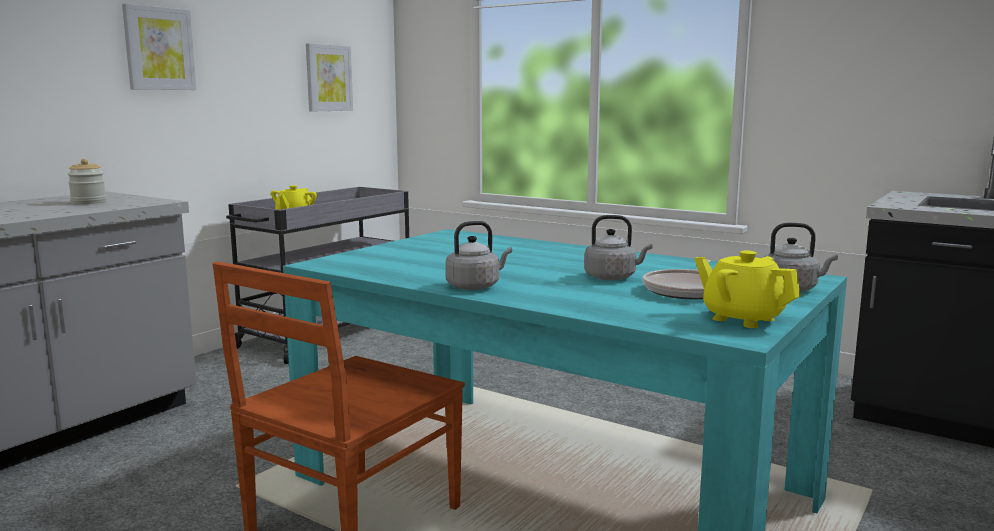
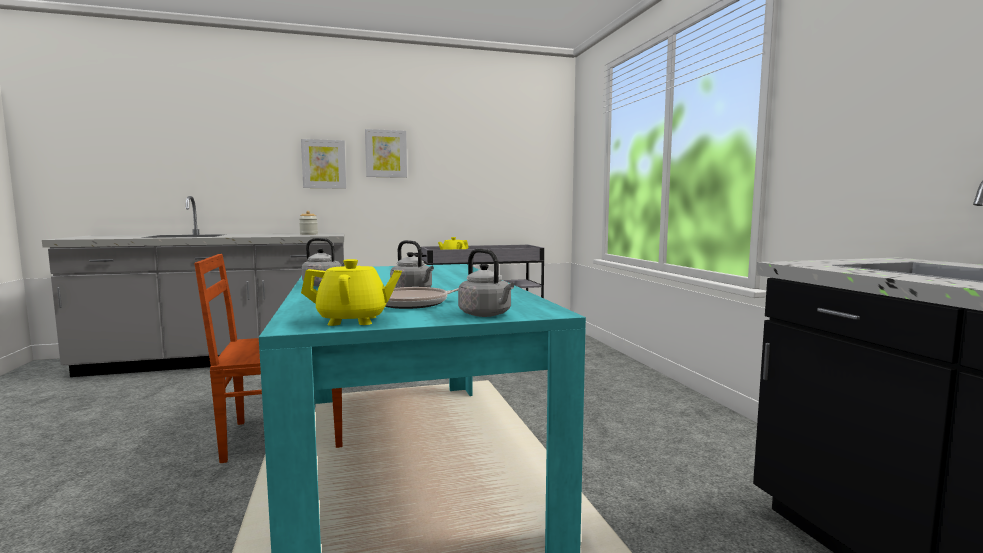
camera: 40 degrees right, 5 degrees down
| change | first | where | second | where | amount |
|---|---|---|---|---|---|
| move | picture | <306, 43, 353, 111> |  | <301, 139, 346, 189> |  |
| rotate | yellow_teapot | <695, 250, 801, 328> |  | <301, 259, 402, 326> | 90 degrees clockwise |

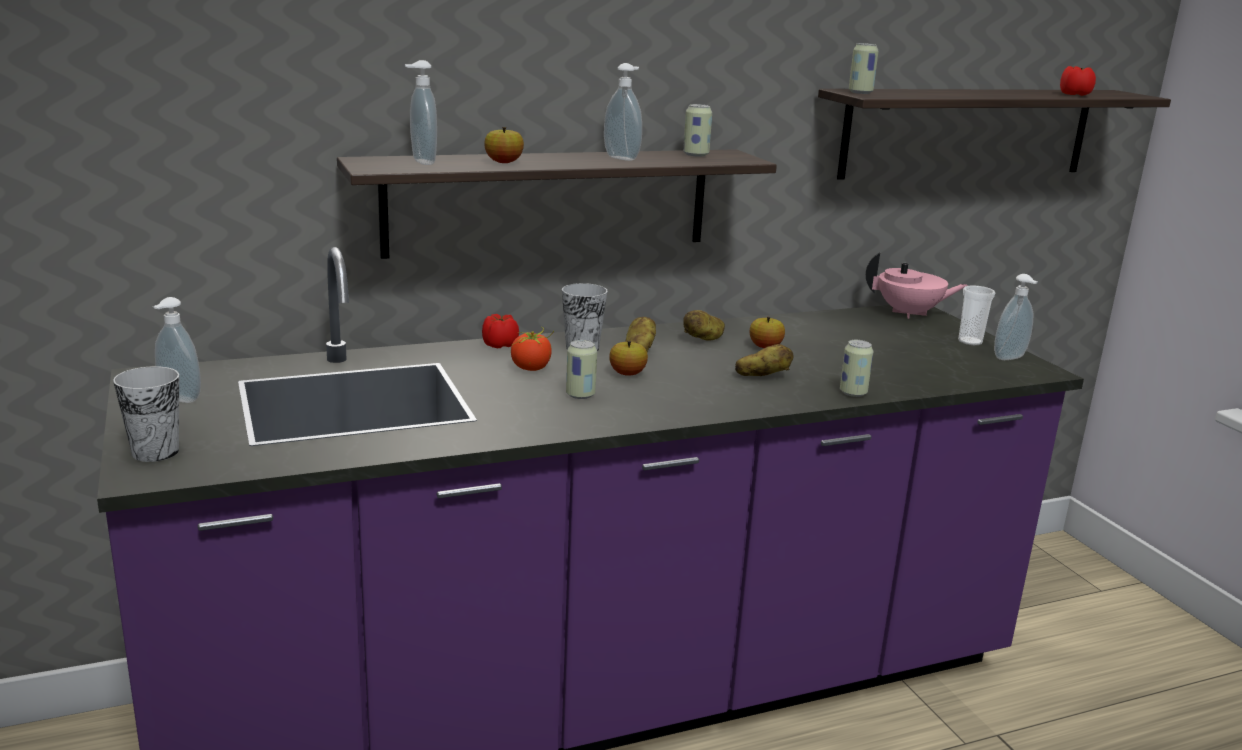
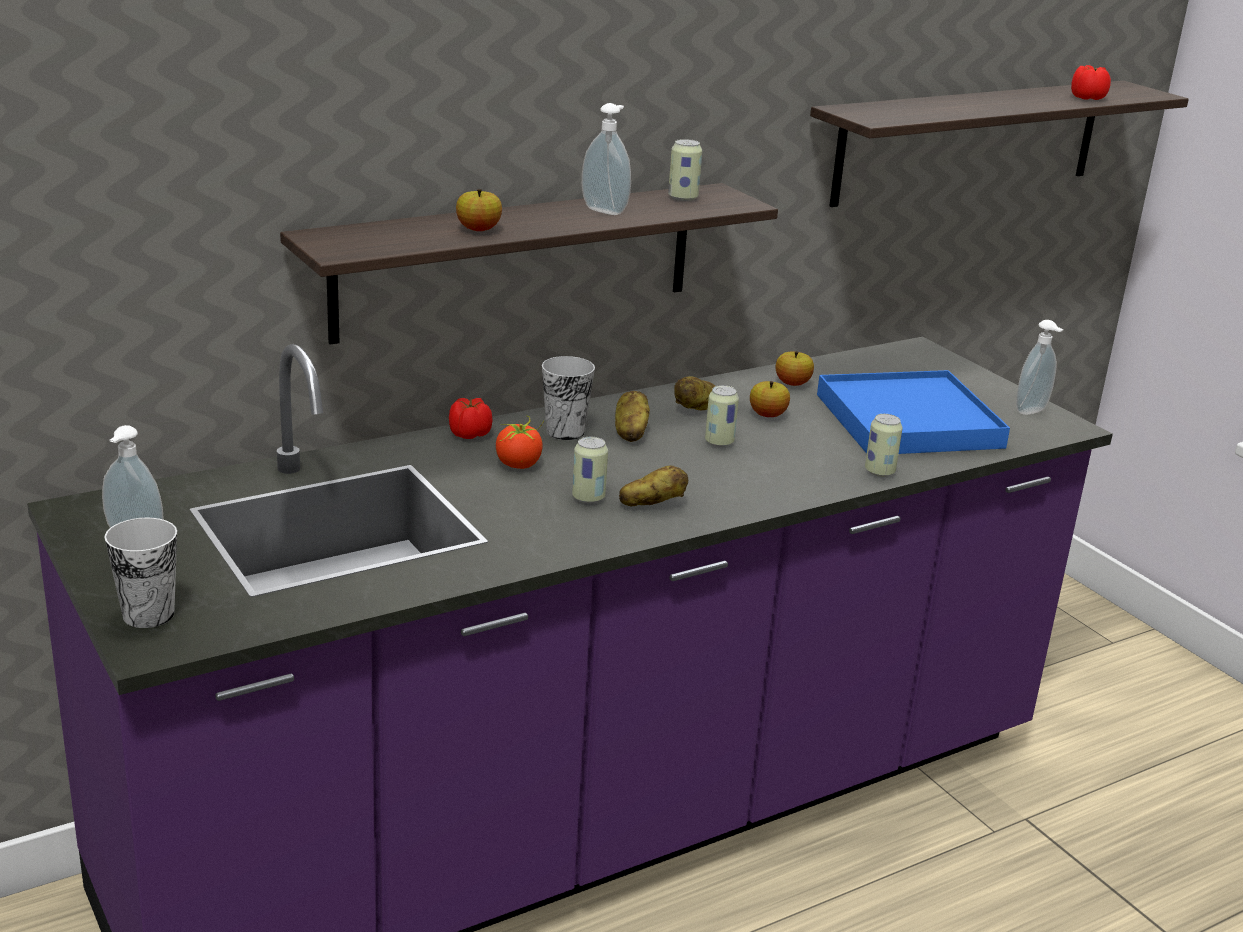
camera: 10 degrees left, 5 degrees up
| change | first | where | second | where | amount |
|---|---|---|---|---|---|
| delete | soap_dispenser | <404, 60, 437, 165> |  |  |  |
| move | apple | <609, 341, 648, 376> |  | <776, 351, 814, 386> |  |
| move | potato | <735, 344, 793, 376> |  | <619, 466, 688, 506> |  |
| move | can | <849, 43, 879, 94> |  | <705, 385, 739, 447> |  |
| delete | pink_teapot | <866, 253, 968, 319> |  |  |  |
| delete | cup | <958, 285, 995, 345> |  |  |  |
| insert |  |  | blue_tray | <817, 370, 1010, 454> |  |

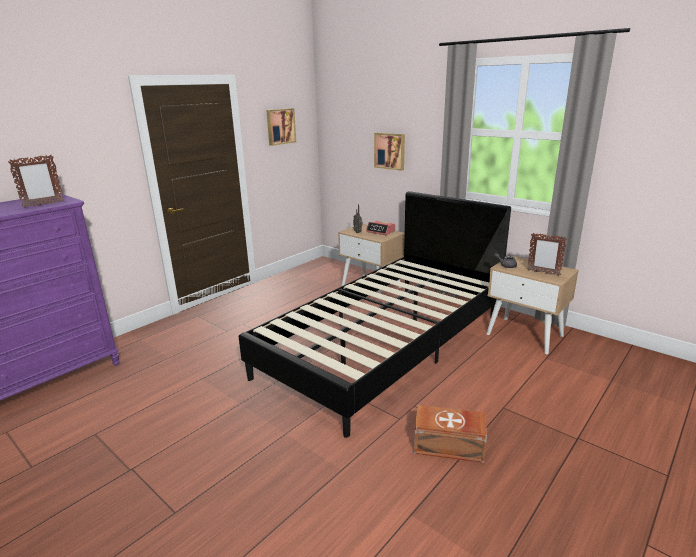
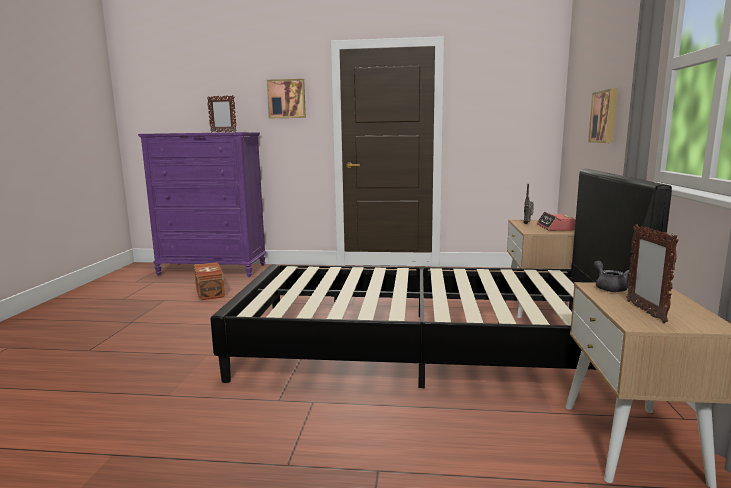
camera: 55 degrees right, 10 degrees down
| change | first | where | second | where | amount |
|---|---|---|---|---|---|
| move | picture | <266, 108, 296, 146> |  | <267, 79, 306, 118> |  |
| move | brown_storage_box | <414, 405, 487, 463> |  | <194, 262, 225, 301> |  |

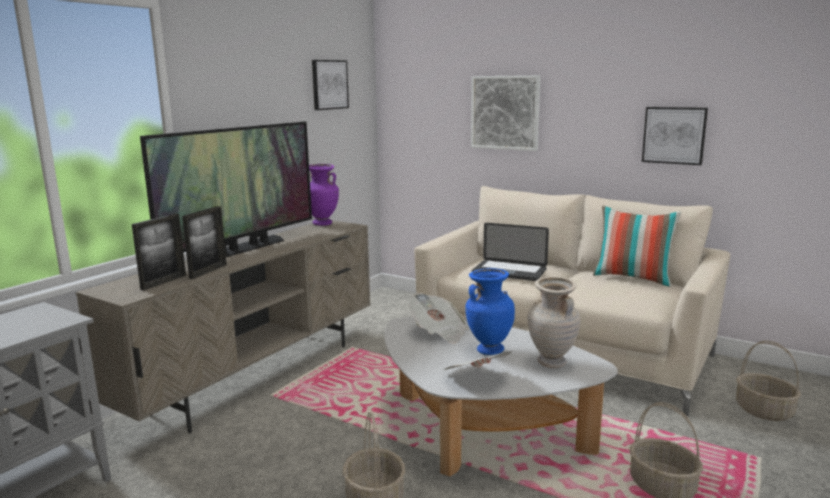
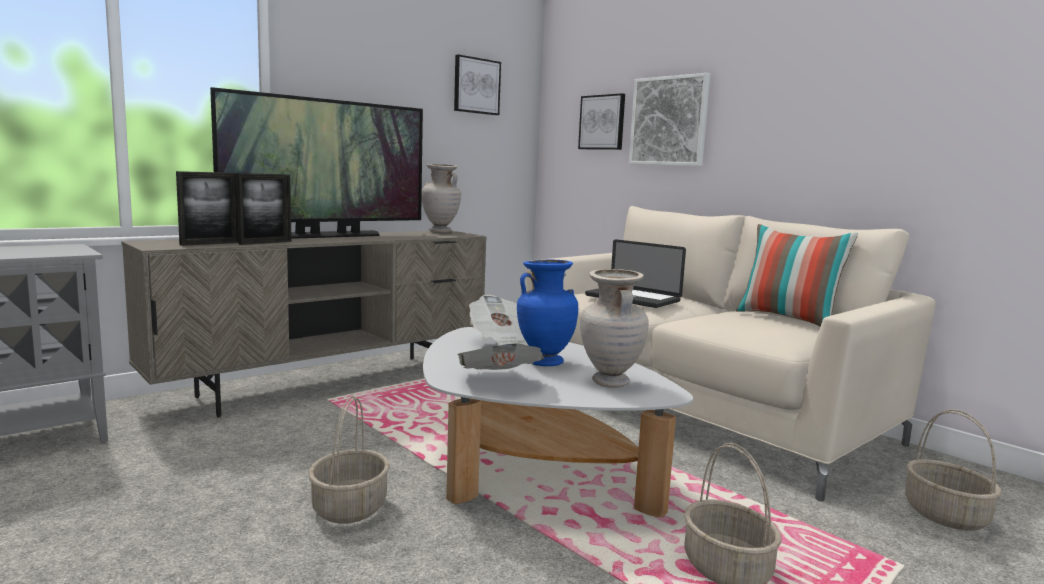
camera: 15 degrees right, 5 degrees down
| change | first | where | second | where | amount |
|---|---|---|---|---|---|
| recolor | purple_vase | <309, 164, 339, 226> | beige_vase | <421, 164, 461, 233> |  |
| move | picture | <642, 107, 708, 165> |  | <578, 93, 625, 150> |  |

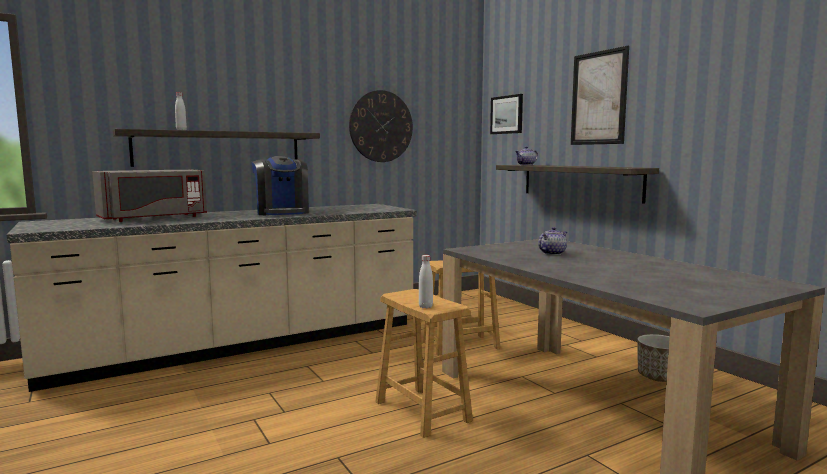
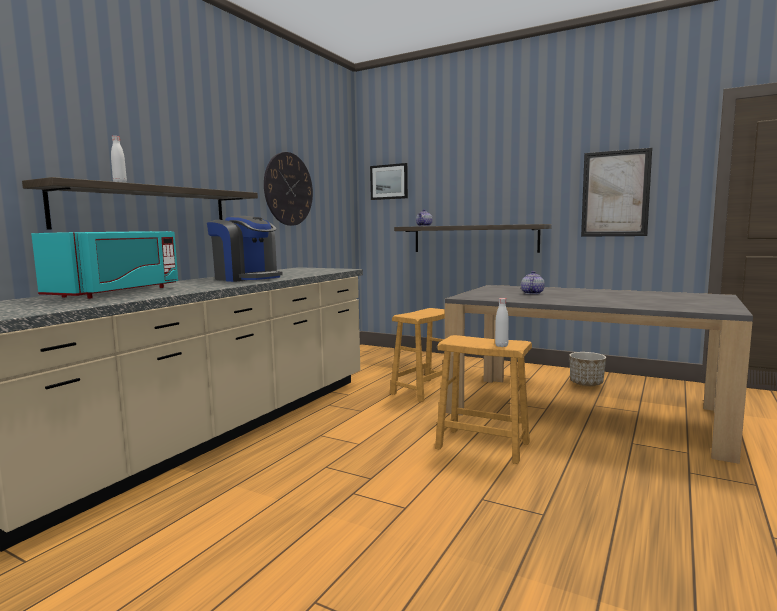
camera: 30 degrees left, 0 degrees up
| change | first | where | second | where | amount |
|---|---|---|---|---|---|
| recolor | grey_microwave | <92, 170, 207, 222> | turquoise_microwave | <31, 231, 178, 299> |  |
| move | picture | <571, 46, 629, 145> |  | <581, 148, 652, 237> |  |

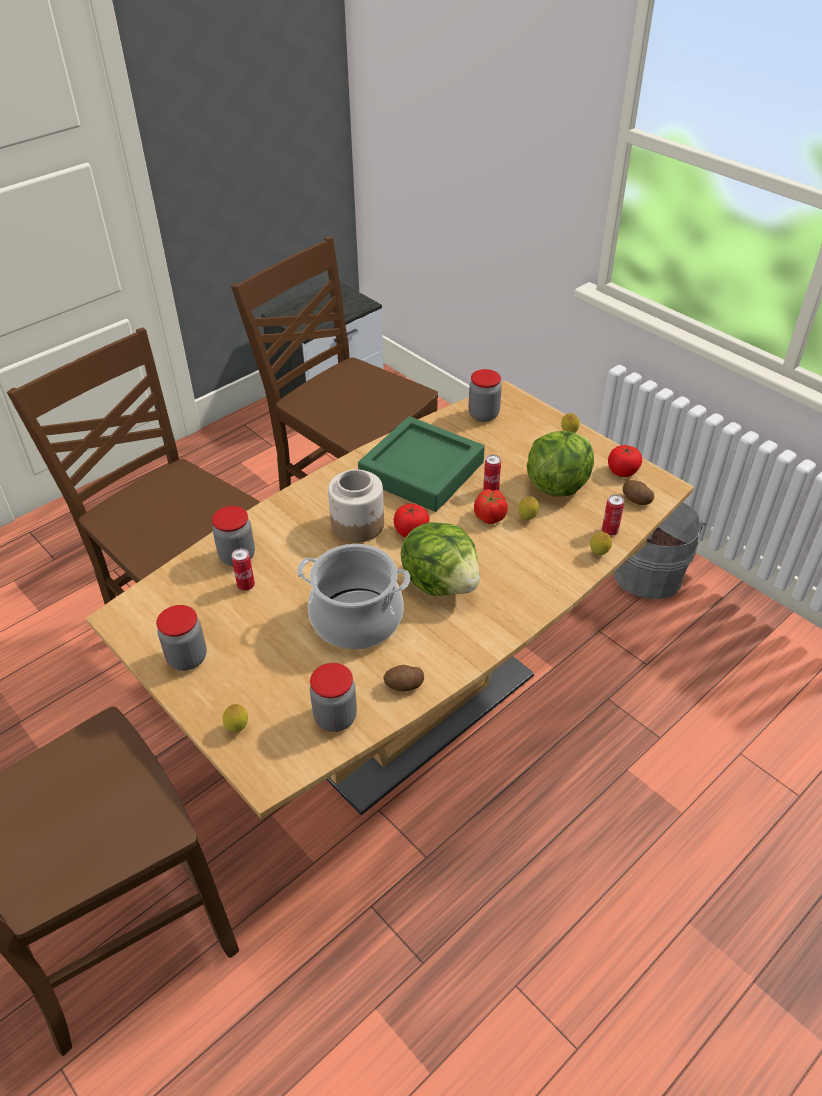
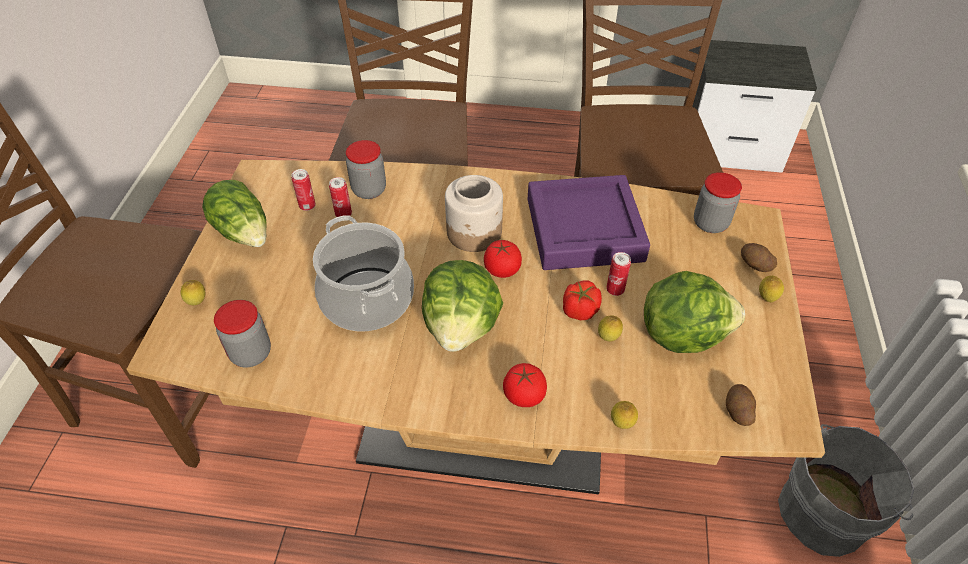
camera: 50 degrees right, 5 degrees up
| change | first | where | second | where | amount |
|---|---|---|---|---|---|
| replace | jar | <156, 605, 207, 671> | lettuce | <202, 180, 266, 247> |  |
| recolor | green_tray | <358, 416, 485, 512> | purple_tray | <528, 175, 650, 270> |  |
| move | potato | <383, 665, 424, 692> |  | <741, 243, 777, 272> |  |
| move | can | <602, 494, 624, 536> |  | <292, 169, 316, 211> |  |
| move | tomato | <608, 445, 642, 477> |  | <503, 363, 547, 407> |  |

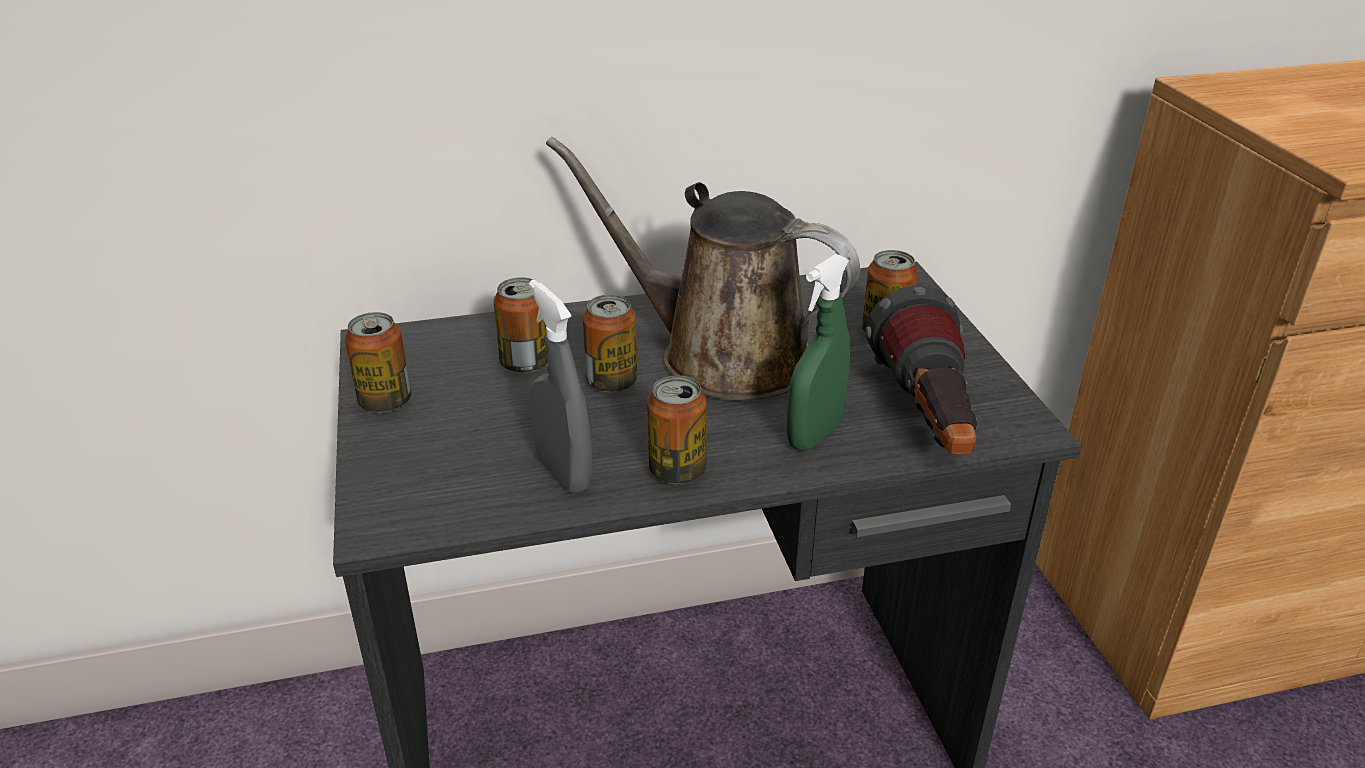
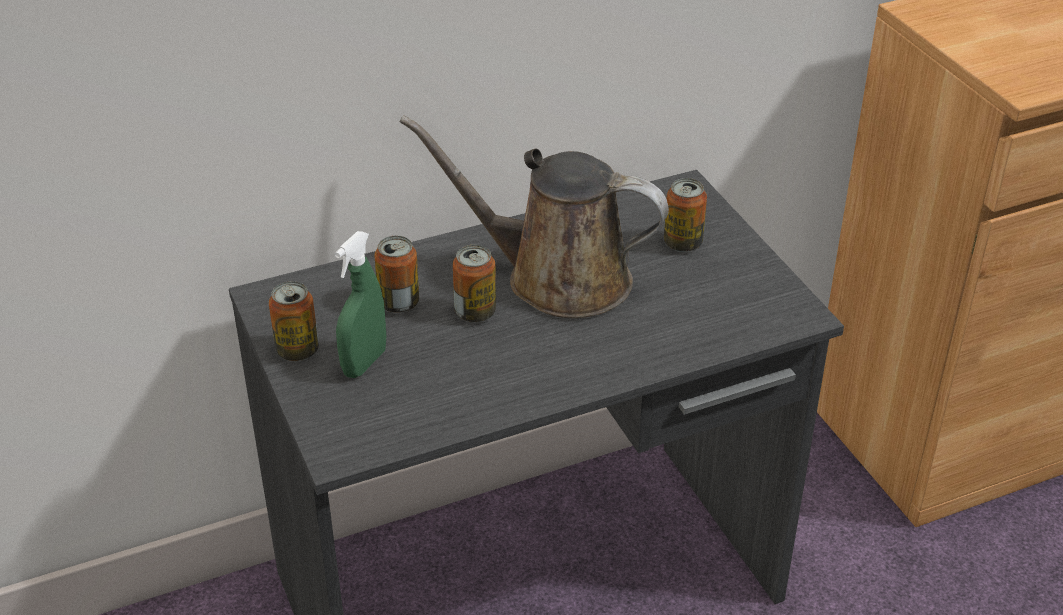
camera: 10 degrees left, 5 degrees up
| change | first | where | second | where | amount |
|---|---|---|---|---|---|
| delete | grey_spray_bottle | <529, 280, 593, 494> |  |  |  |
| delete | can | <647, 375, 707, 484> |  |  |  |
| move | green_spray_bottle | <787, 254, 850, 450> |  | <335, 231, 386, 378> |  |
| delete | flashlight | <865, 285, 977, 454> |  |  |  |

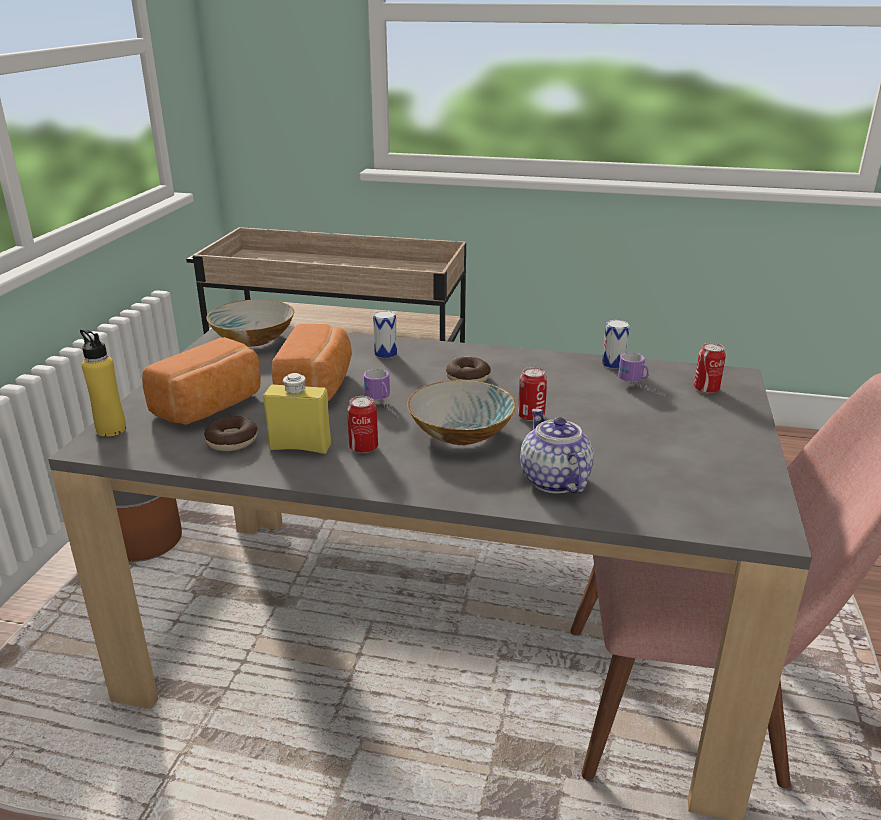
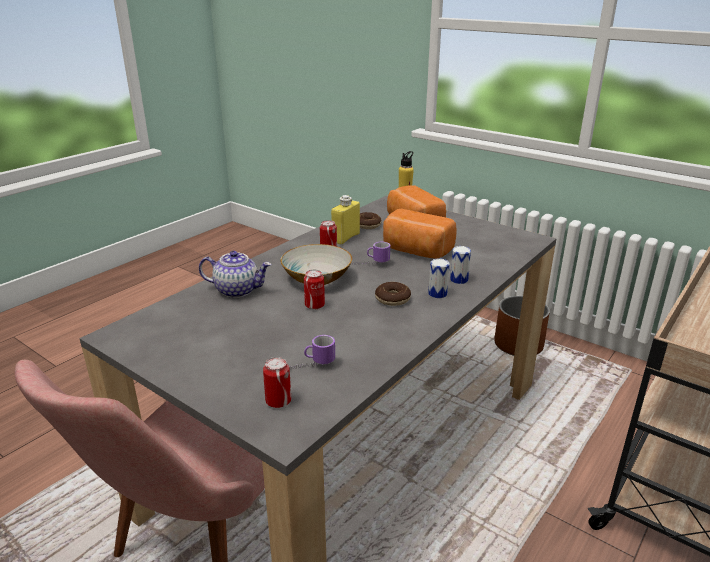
camera: 115 degrees right, 0 degrees up
| change | first | where | second | where | amount |
|---|---|---|---|---|---|
| delete | bowl | <206, 299, 294, 347> |  |  |  |
| move | can | <602, 320, 630, 369> |  | <428, 258, 450, 298> |  |

